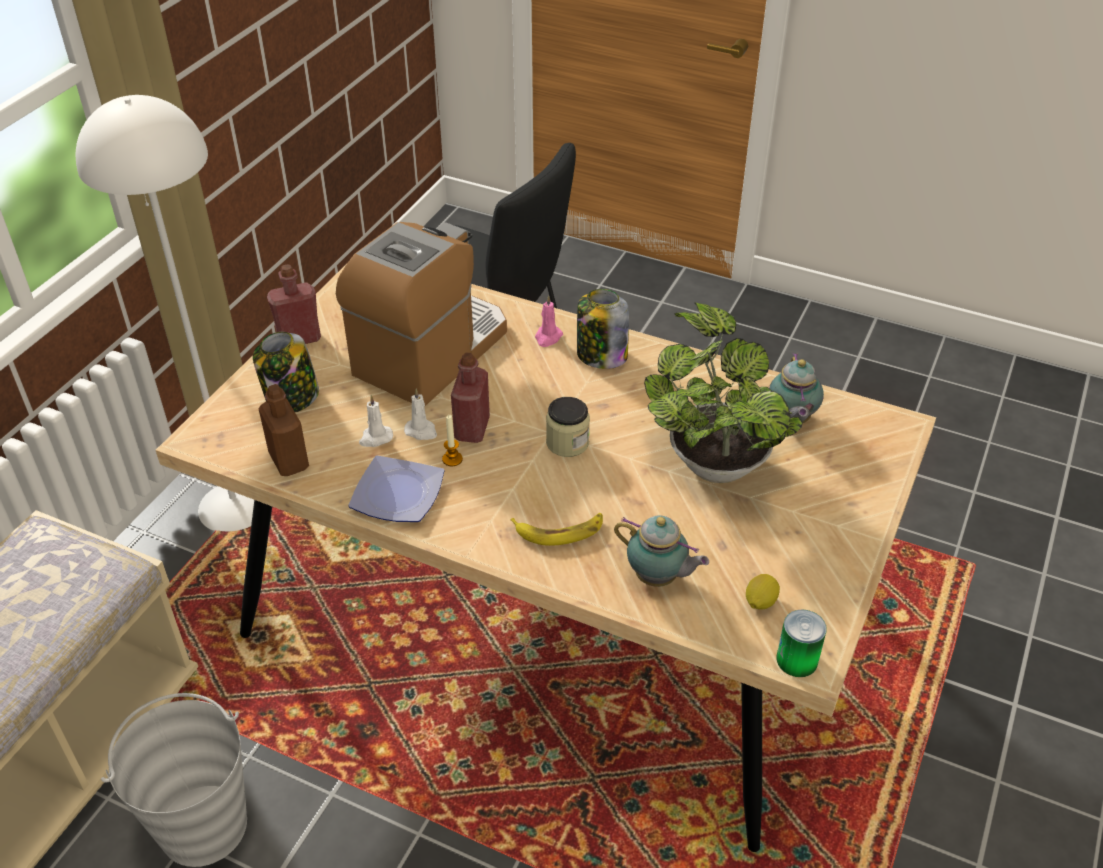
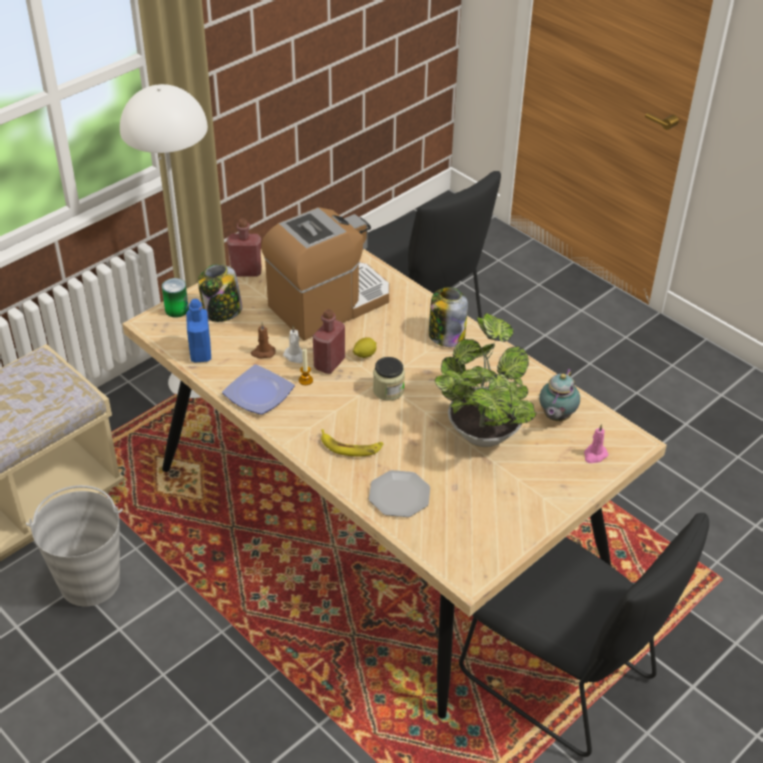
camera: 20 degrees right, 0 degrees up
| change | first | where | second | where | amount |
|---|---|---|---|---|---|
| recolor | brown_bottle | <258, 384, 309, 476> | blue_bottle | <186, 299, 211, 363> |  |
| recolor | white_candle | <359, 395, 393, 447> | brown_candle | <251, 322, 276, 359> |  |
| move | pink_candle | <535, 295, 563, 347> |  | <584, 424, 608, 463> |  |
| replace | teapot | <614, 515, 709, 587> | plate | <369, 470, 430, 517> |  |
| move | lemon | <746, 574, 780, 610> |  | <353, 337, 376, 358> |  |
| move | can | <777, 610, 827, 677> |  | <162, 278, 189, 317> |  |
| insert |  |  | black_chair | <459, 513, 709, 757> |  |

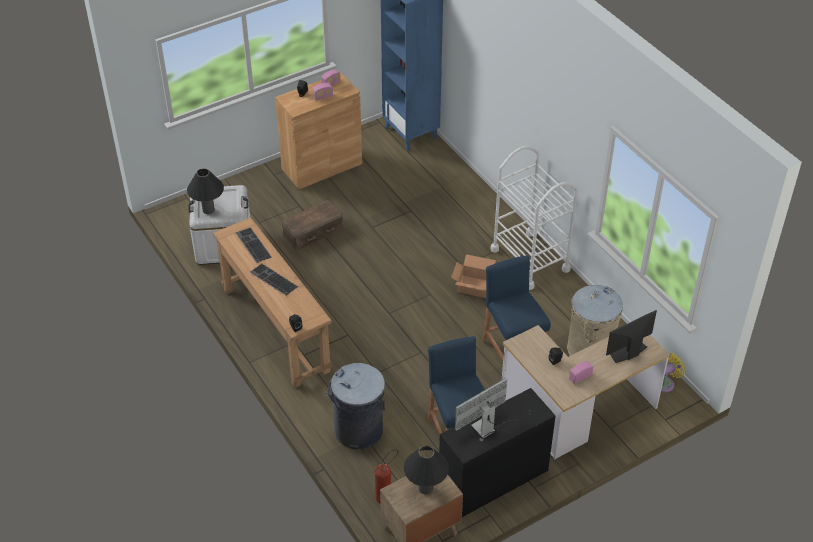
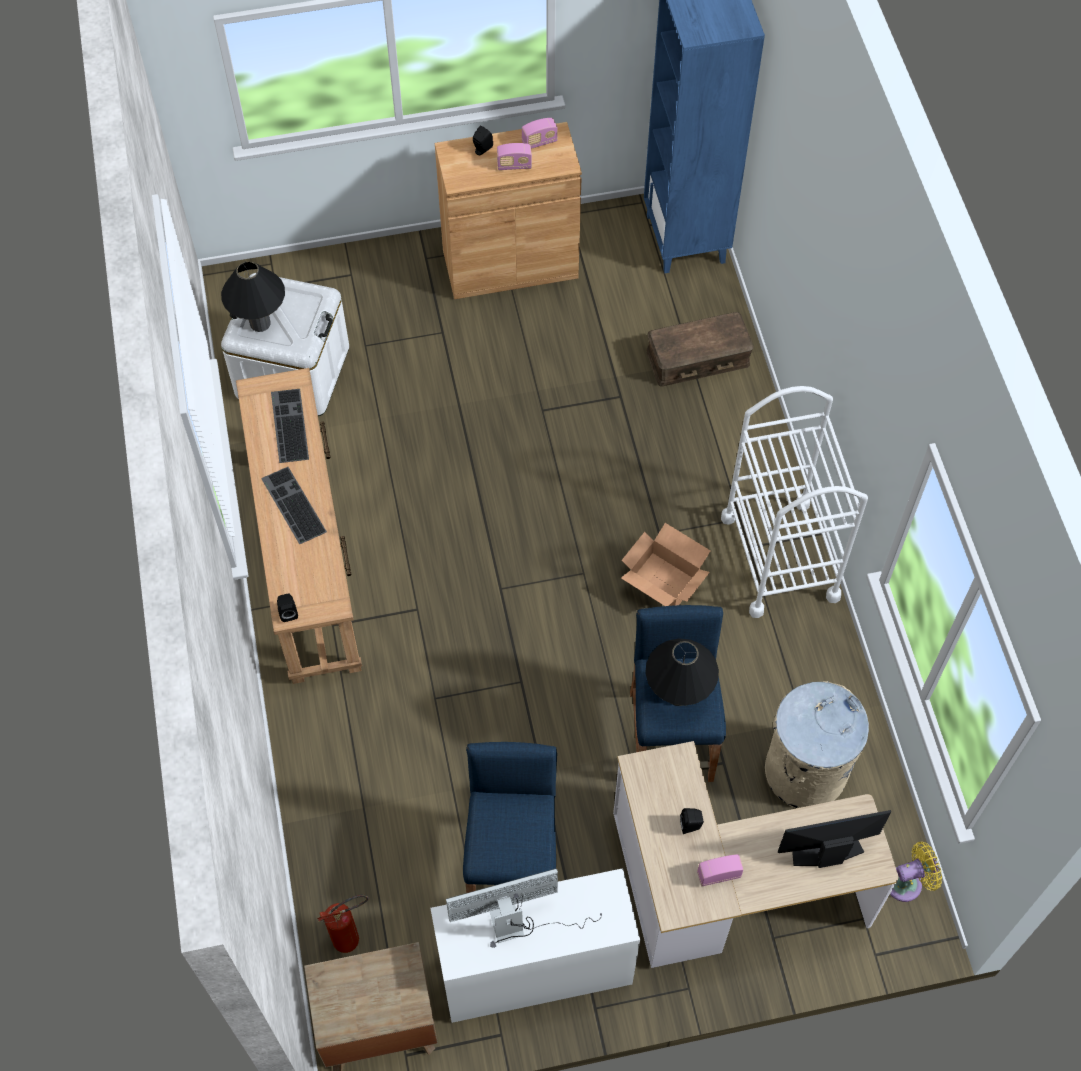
camera: 20 degrees right, 15 degrees up
| change | first | where | second | where | amount |
|---|---|---|---|---|---|
| move | brown_storage_box | <281, 200, 343, 250> |  | <646, 312, 754, 387> |  |
| delete | grey_trash_can | <327, 363, 385, 449> |  |  |  |
| move | black_table_lamp | <404, 446, 449, 495> |  | <645, 639, 719, 706> |  |
| recolor | black_desk | <439, 388, 556, 517> | white_desk | <430, 868, 640, 1023> |  |

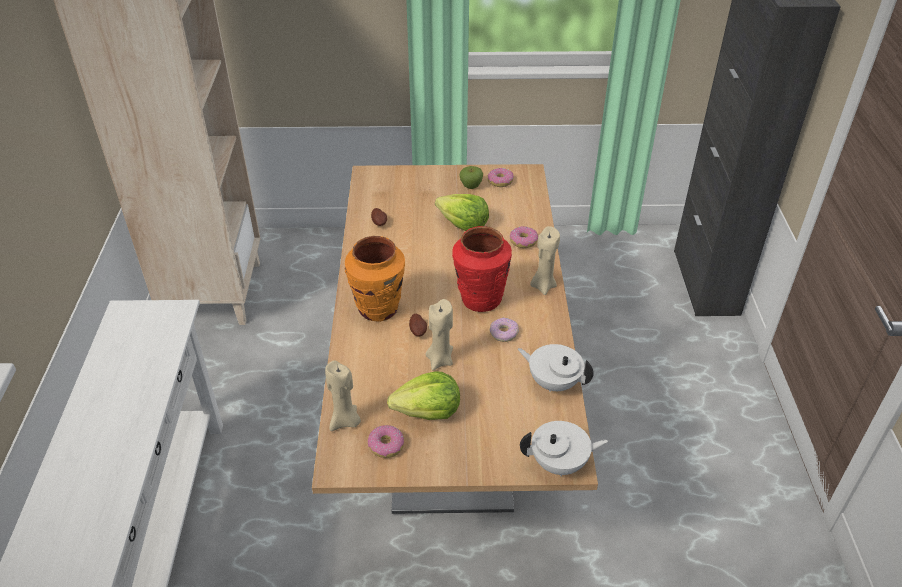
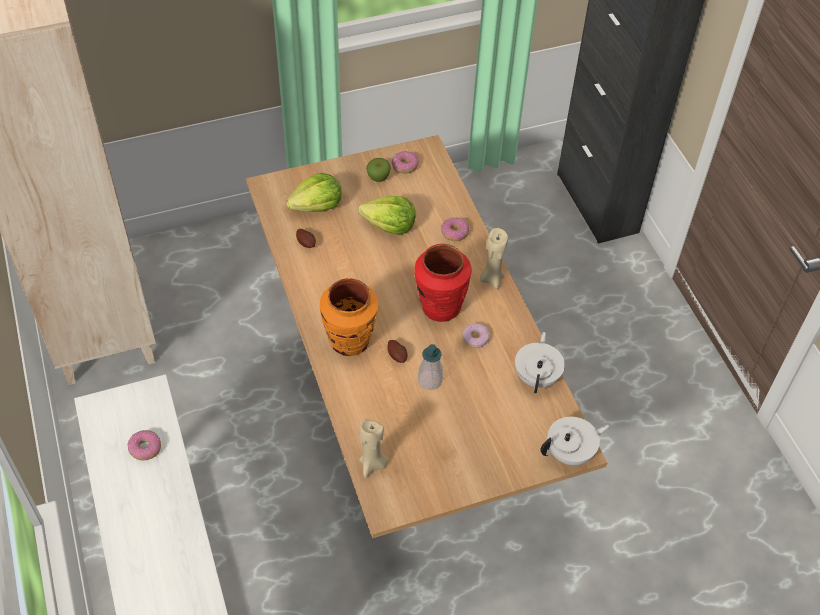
camera: 20 degrees left, 10 degrees up
| change | first | where | second | where | amount |
|---|---|---|---|---|---|
| move | donut | <368, 425, 404, 458> |  | <128, 430, 161, 460> |  |
| move | lettuce | <387, 371, 460, 420> |  | <286, 173, 342, 212> |  |
| replace | beige_candle | <425, 299, 453, 370> | soap_dispenser | <418, 344, 443, 390> |  |
| rotate | white_teapot | <518, 344, 594, 392> |  | <515, 332, 565, 393> | 90 degrees clockwise |

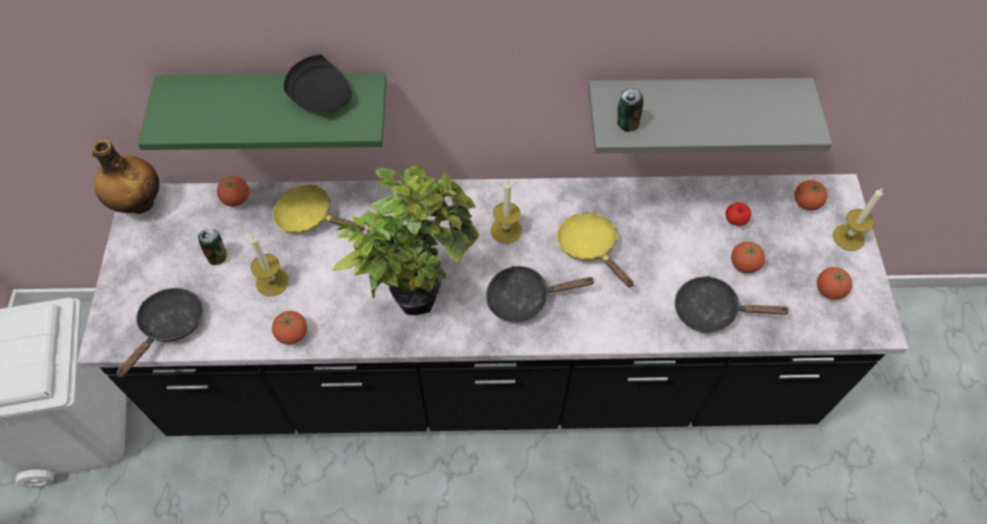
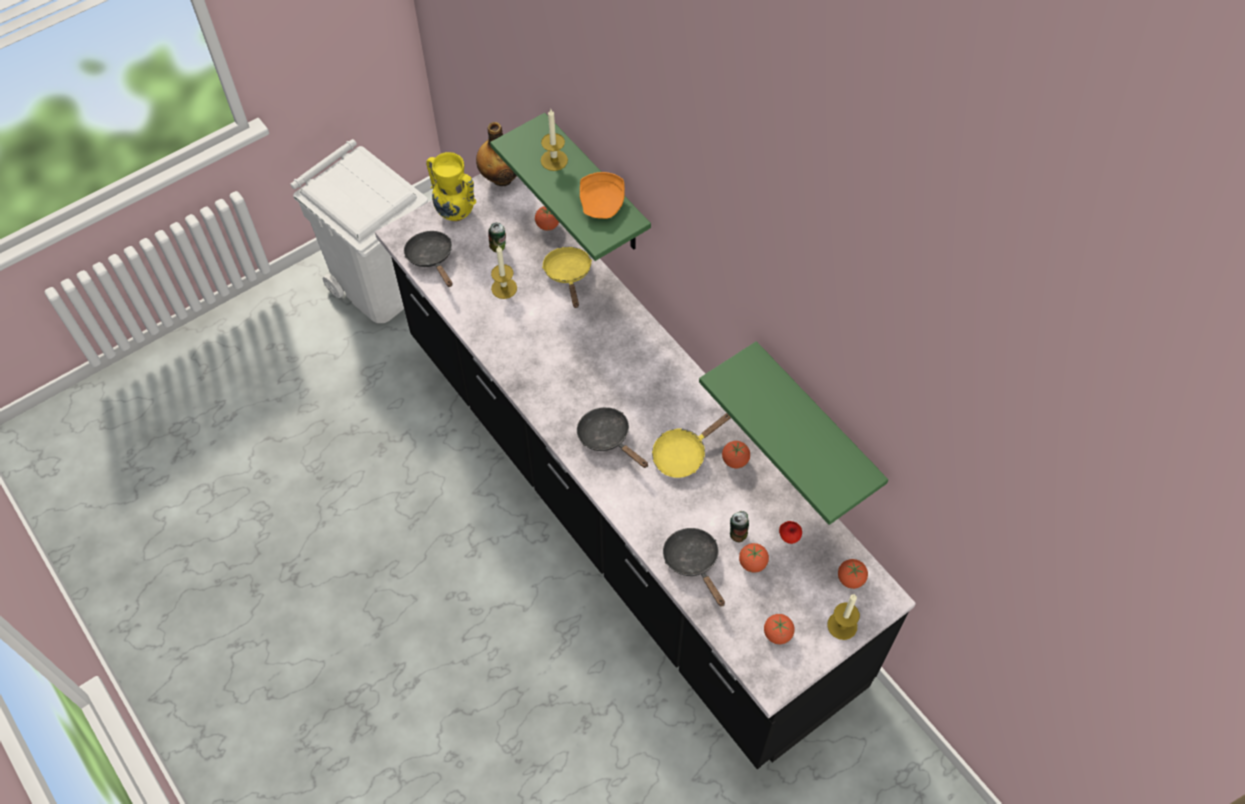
camera: 55 degrees right, 0 degrees up
| change | first | where | second | where | amount |
|---|---|---|---|---|---|
| rotate | black_frying_pan | <116, 288, 203, 377> |  | <404, 231, 453, 287> | 105 degrees counterclockwise |
| move | tomato | <272, 311, 307, 345> |  | <722, 441, 750, 468> |  |
| recolor | black_plate | <284, 54, 352, 114> | orange_plate | <580, 172, 625, 219> |  |
| delete | potted_plant | <332, 165, 479, 315> |  |  |  |
| move | candle | <491, 181, 522, 244> |  | <541, 109, 568, 171> |  |
| rotate | yellow_frying_pan | <557, 213, 634, 288> |  | <652, 413, 731, 478> | 150 degrees counterclockwise |
| recolor | grey_shelf | <588, 78, 832, 153> | green_shelf | <699, 341, 888, 525> |  |
| move | can | <617, 87, 643, 132> |  | <730, 511, 749, 543> |  |
| insert |  |  | yellow_vase | <426, 152, 476, 222> |  |

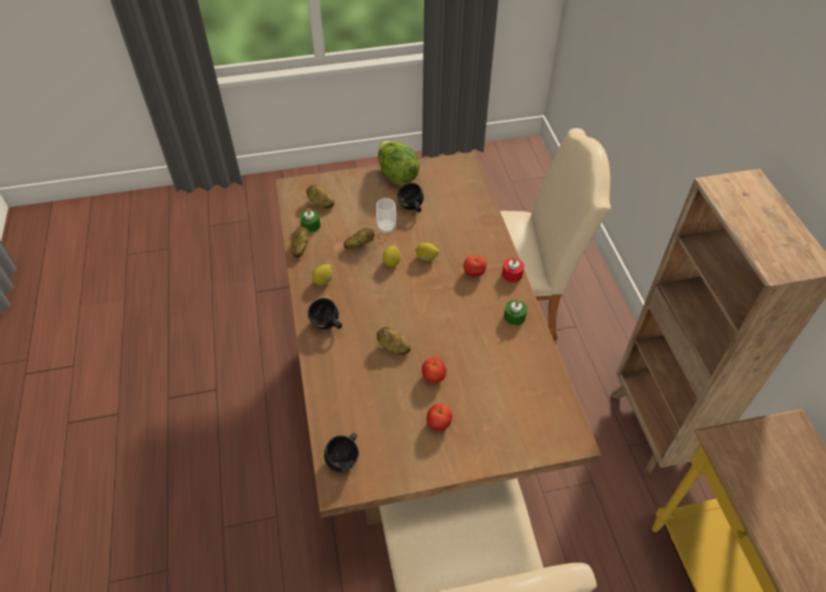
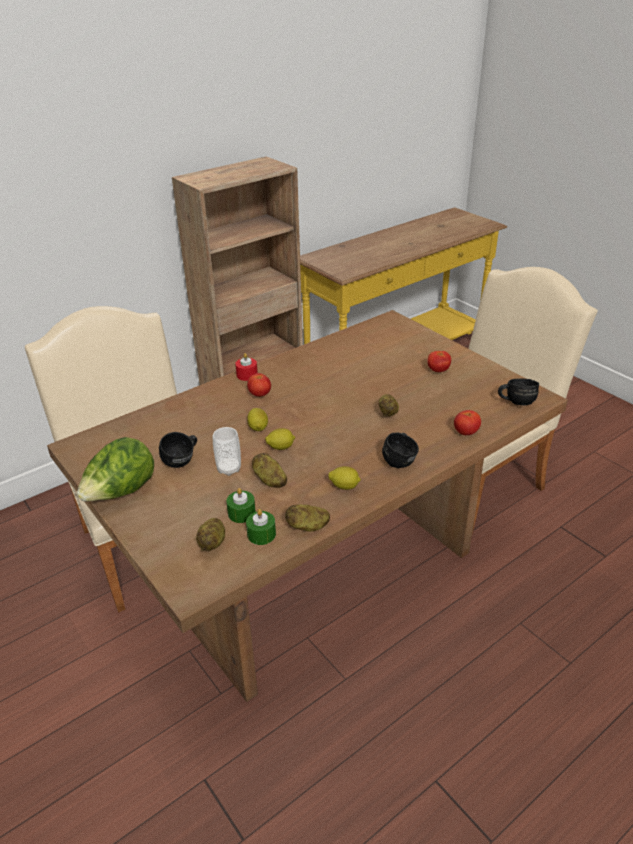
camera: 115 degrees left, 15 degrees down
| change | first | where | second | where | amount |
|---|---|---|---|---|---|
| move | tomato | <422, 357, 446, 383> |  | <454, 410, 481, 435> |  |
| move | green_candle | <504, 300, 527, 326> |  | <226, 488, 256, 523> |  |

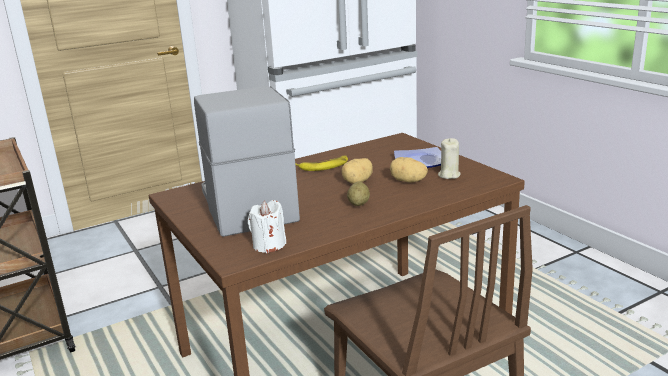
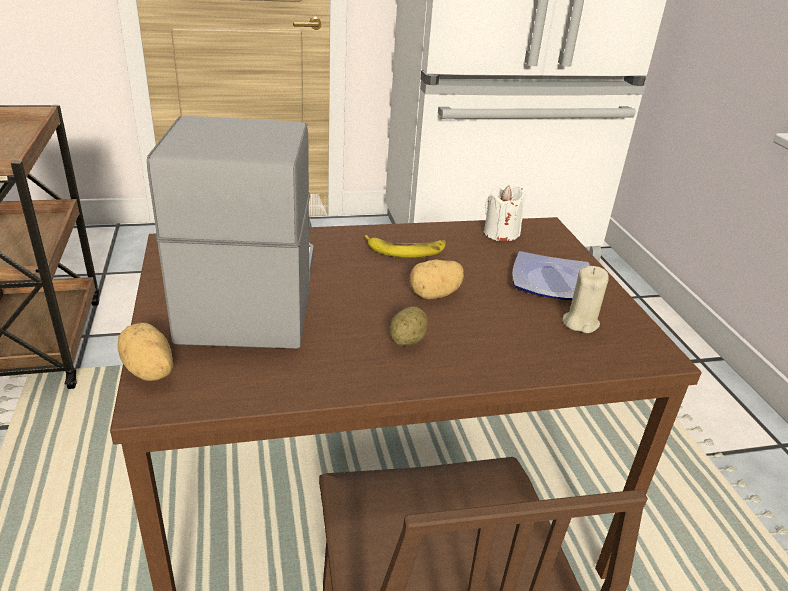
camera: 15 degrees right, 10 degrees up
| change | first | where | second | where | amount |
|---|---|---|---|---|---|
| move | white_candle | <248, 200, 286, 253> |  | <484, 185, 526, 241> |  |
| move | potato | <390, 157, 428, 182> |  | <118, 323, 173, 381> |  |

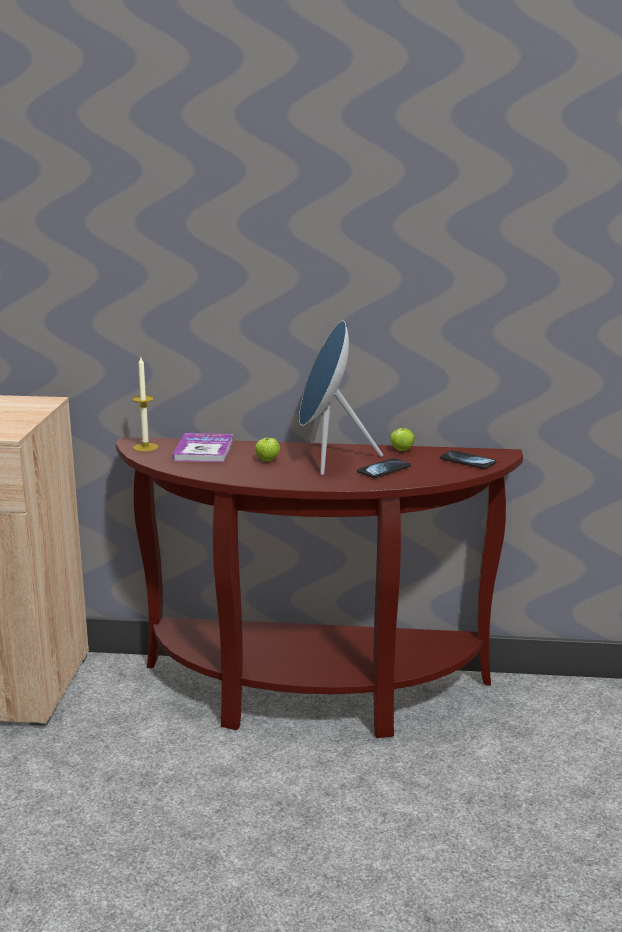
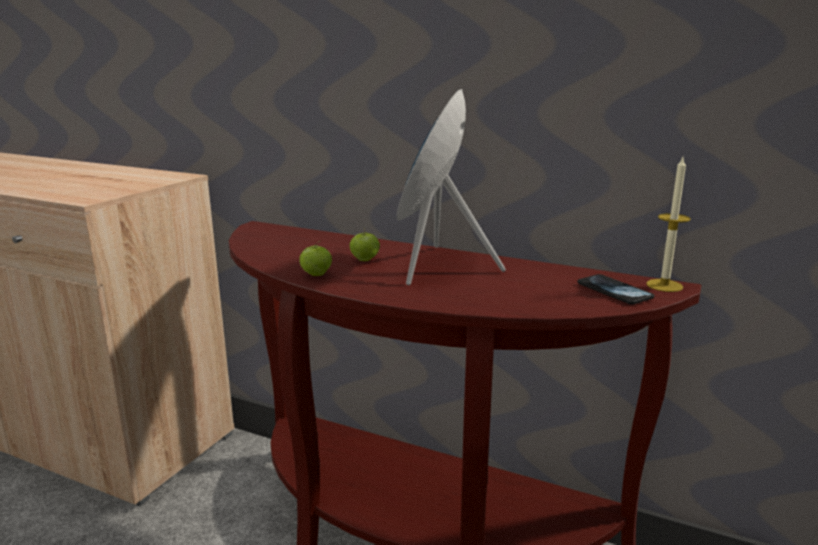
camera: 20 degrees right, 0 degrees up
| change | first | where | second | where | amount |
|---|---|---|---|---|---|
| move | candle | <132, 357, 158, 452> |  | <646, 158, 691, 292> |  |
| delete | book | <172, 433, 233, 462> |  |  |  |
| delete | phone | <357, 458, 411, 478> |  |  |  |
| move | apple | <390, 424, 415, 451> |  | <299, 240, 332, 276> |  |

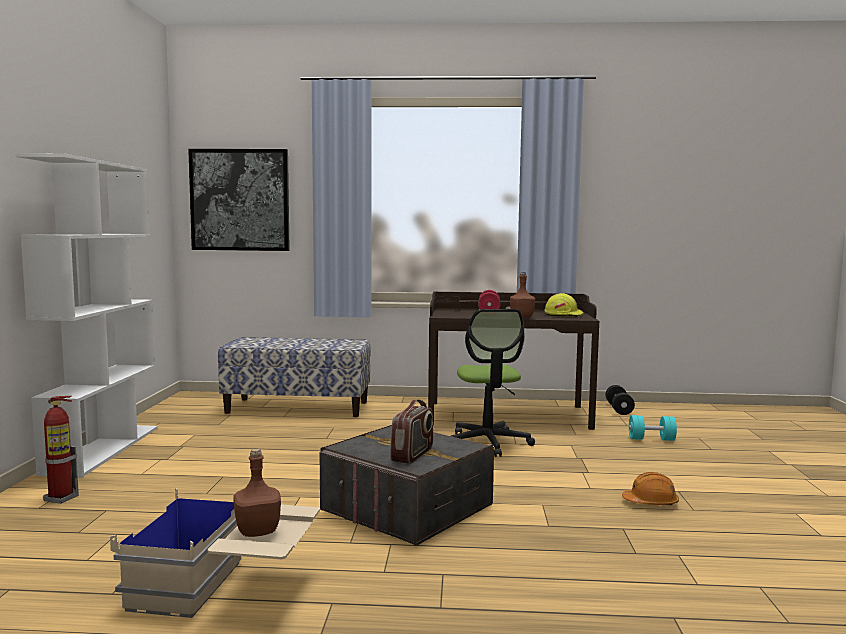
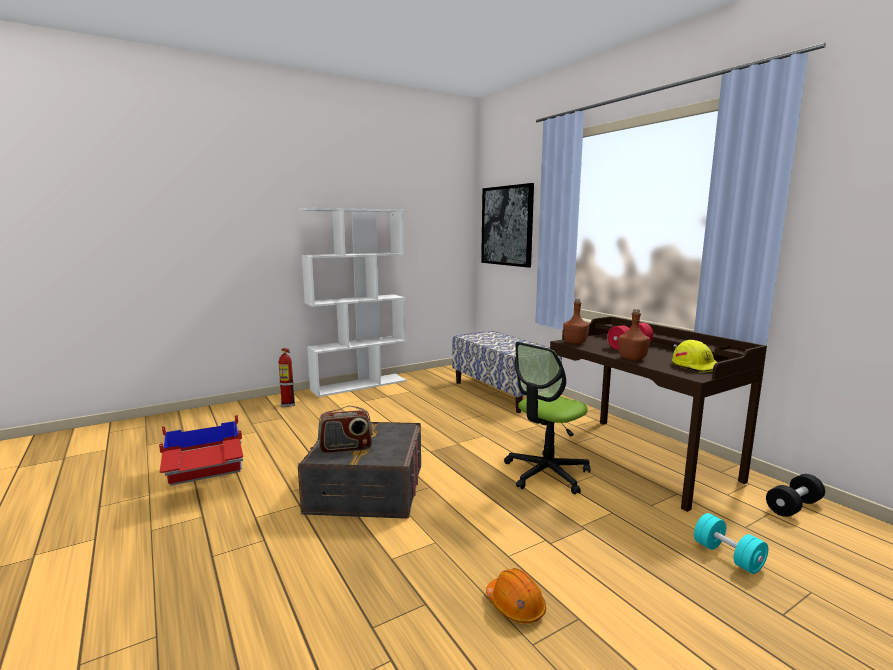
camera: 55 degrees right, 5 degrees up
| change | first | where | second | where | amount |
|---|---|---|---|---|---|
| recolor | beige_storage_box | <110, 488, 320, 618> | red_storage_box | <159, 415, 243, 486> |  |
| move | brown_bottle | <234, 449, 281, 537> |  | <563, 299, 589, 344> |  |

